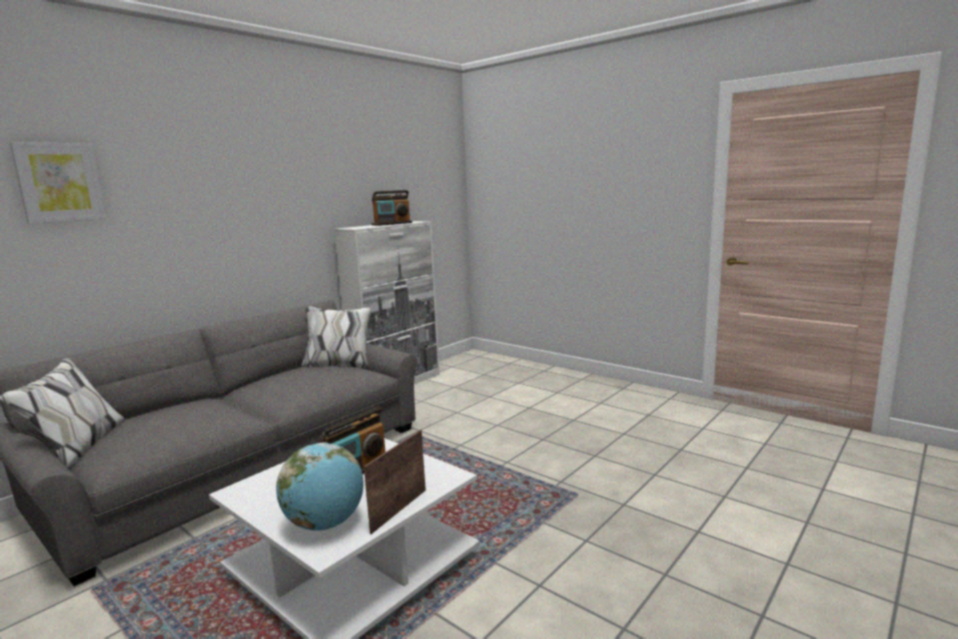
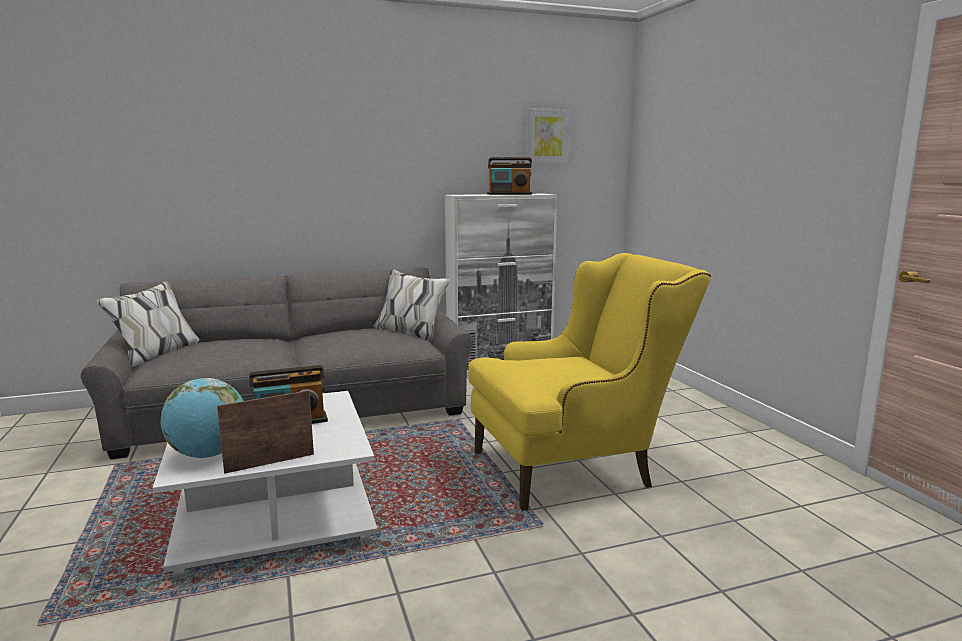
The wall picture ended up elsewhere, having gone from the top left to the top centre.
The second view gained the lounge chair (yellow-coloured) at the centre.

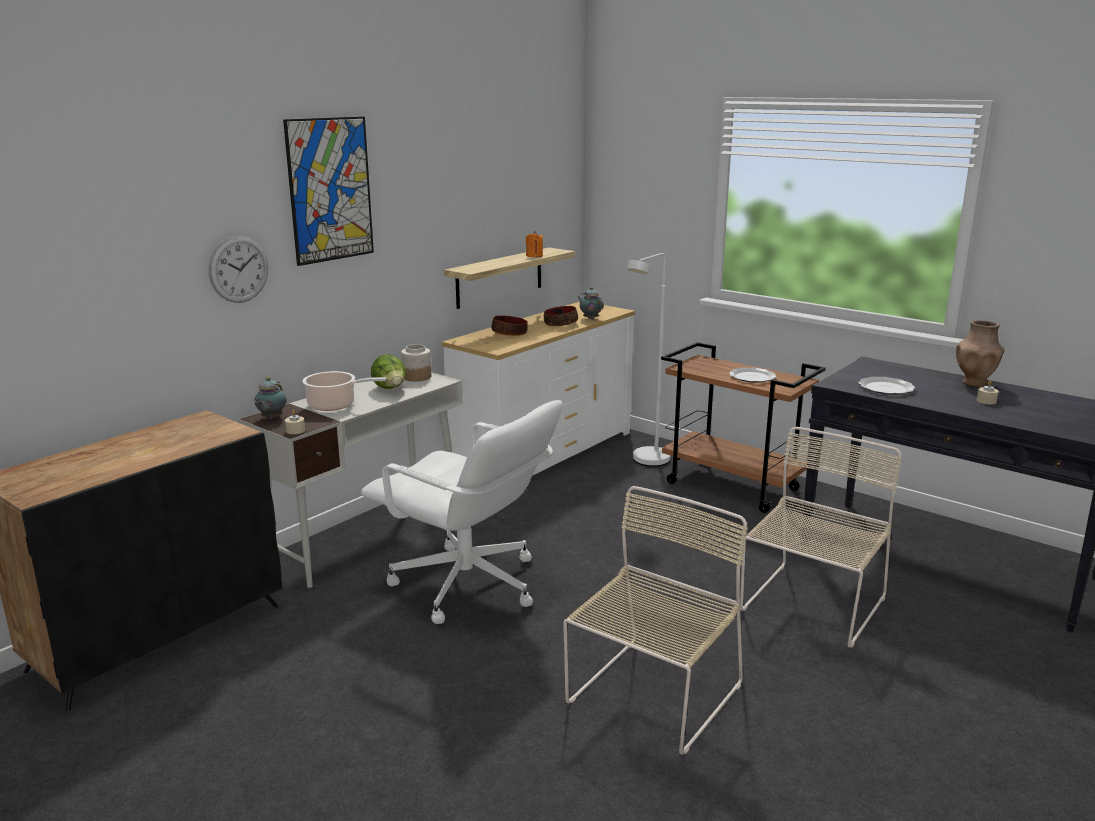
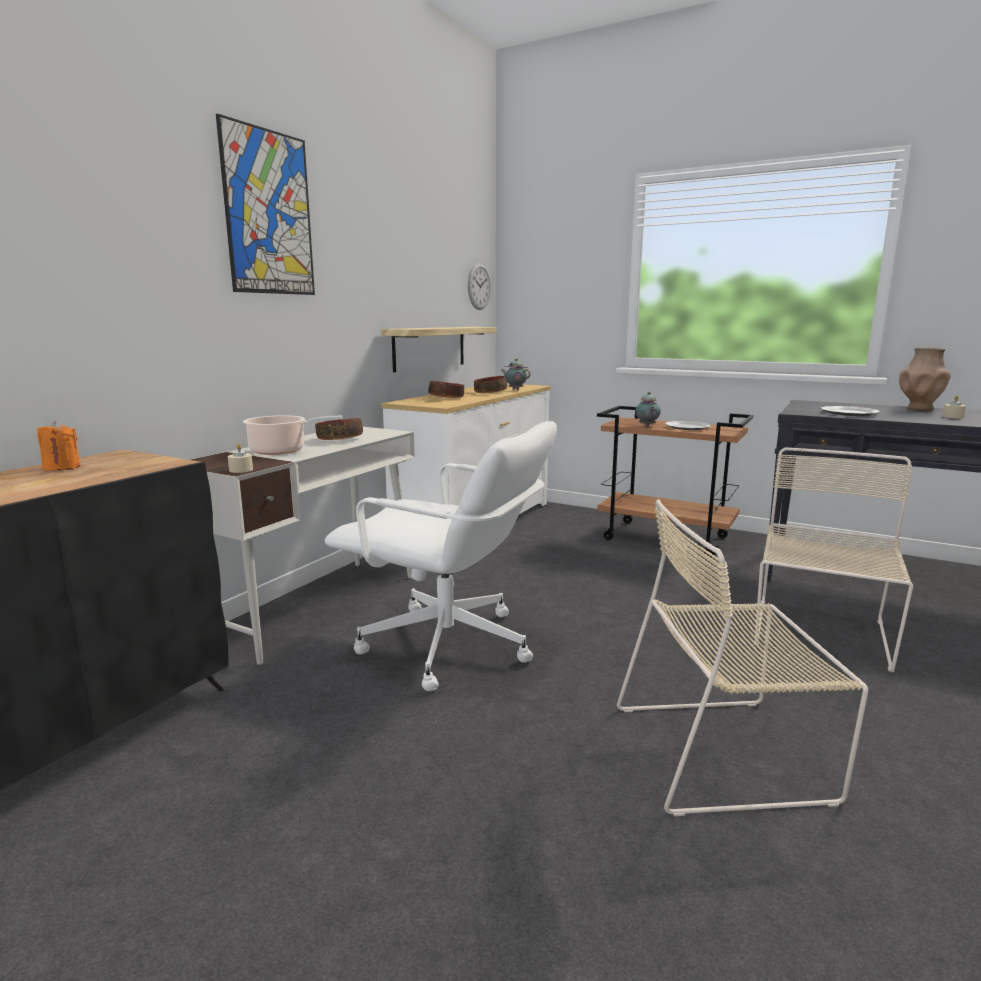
The wall clock ended up elsewhere, having gone from the top left to the top centre.
The teapot (1st from left in the first image) ended up elsewhere, having gone from the middle left to the centre.
Where the lettuce stood at the centre, the deep dish (1st from left) came to stand at the centre.
The second view lost the jar at the centre.
The wax candle (orangey) ended up elsewhere, having gone from the top centre to the middle left.
The plain chair (beige) (1st from left) at the bottom centre ended up facing another way, 120 degrees counterclockwise from before.
The second view lost the standard lamp (white) at the centre.

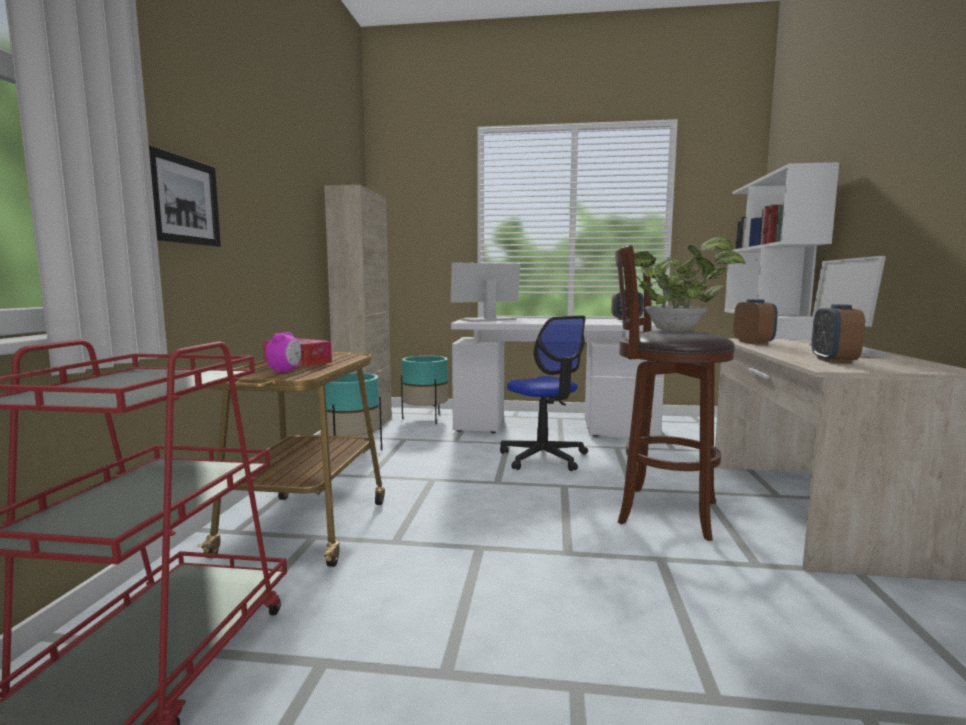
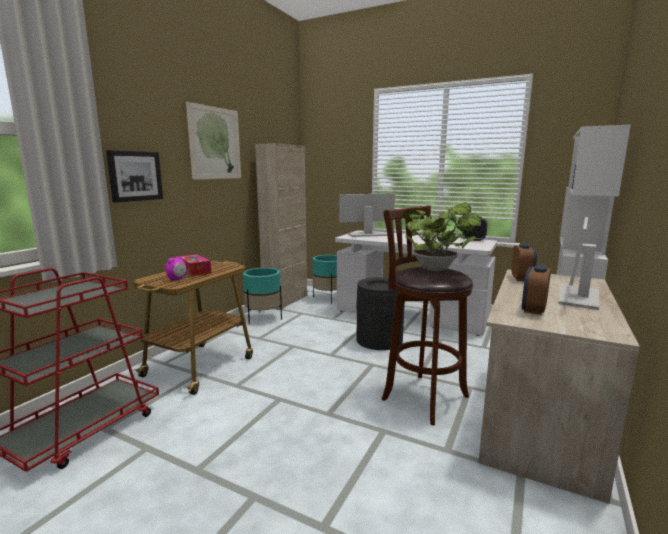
Where the desk chair stood at the centre, the rubbish bin (black) came to stand at the centre.
The second view gained the wall picture (2nd from left) at the top left.

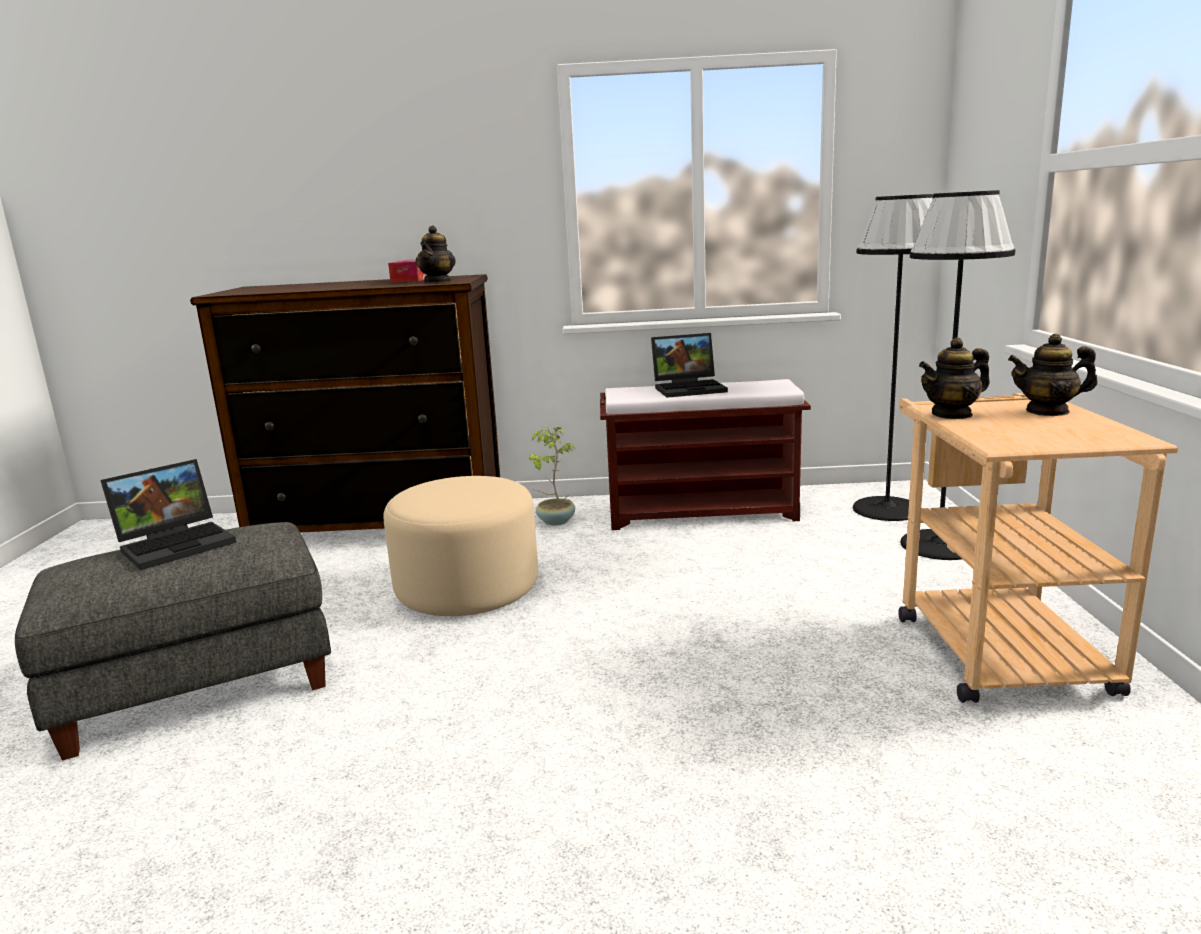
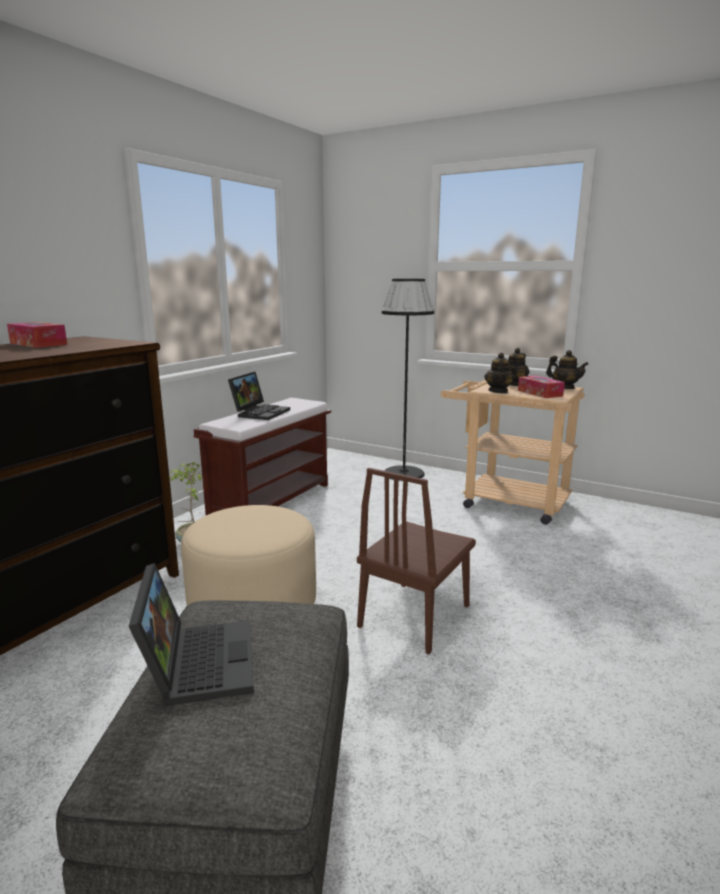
The teapot (1st from left in the first image) ended up elsewhere, having gone from the top centre to the middle right.
The second view lost the standard lamp (black) (1st from left) at the middle right.
The second view gained the plain chair (brownish) at the centre.
The second view gained the tissue holder (2nd from left) at the middle right.

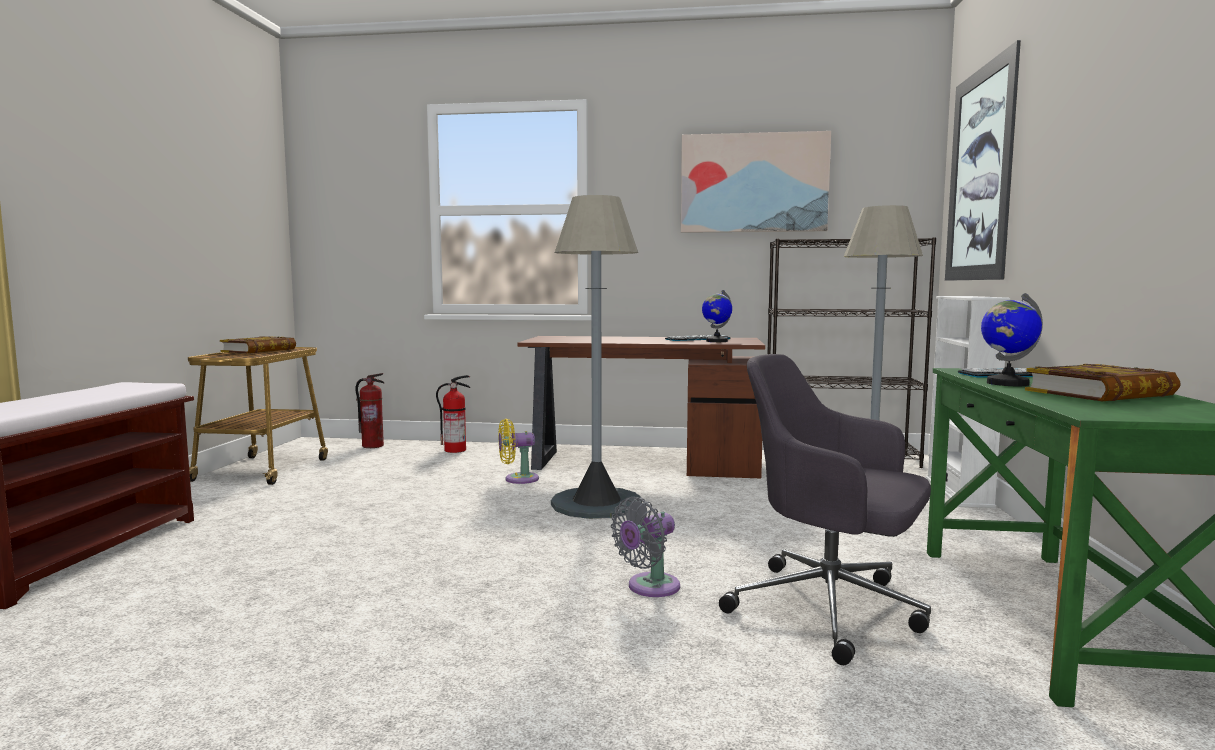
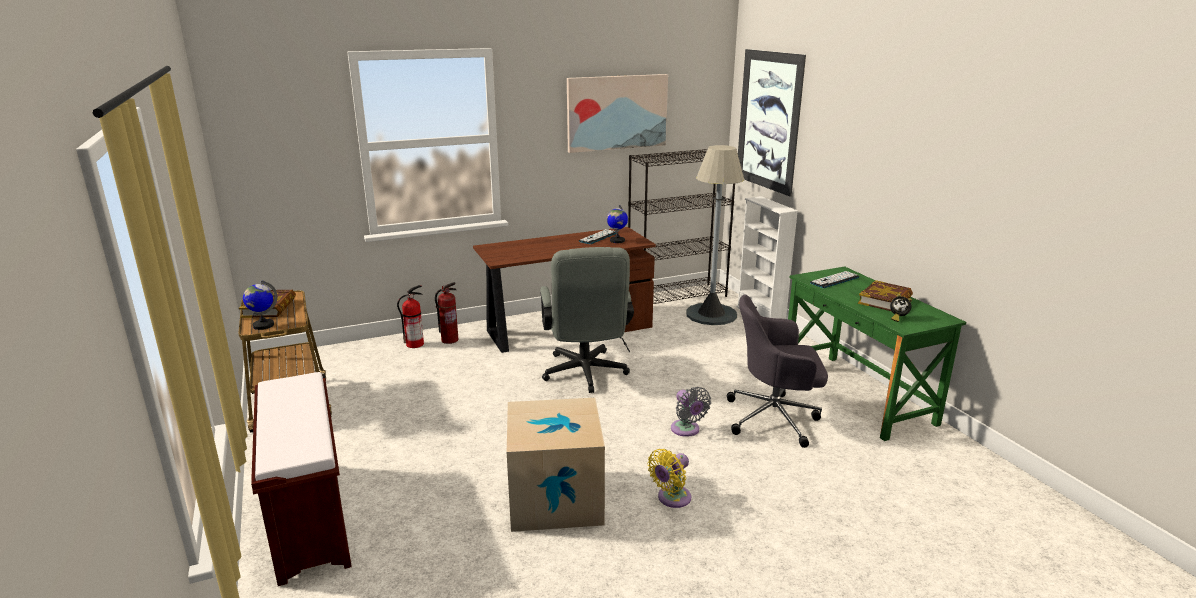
The fire-fighting cylinder (1st from left in the first image) ended up elsewhere, having gone from the middle left to the centre.
The cooling fan (yellow-coloured) ended up elsewhere, having gone from the centre to the bottom centre.
Where the standard lamp (greyish) (1st from left) stood at the centre, the desk chair (greyish) (1st from left) came to stand at the centre.
The cooling fan (greyish) at the bottom centre ended up facing another way, 45 degrees counterclockwise from before.
The world globe (2nd from left in the first image) ended up elsewhere, having gone from the middle right to the middle left.
The second view gained the carton at the bottom centre.
The second view gained the alarm clock at the middle right.

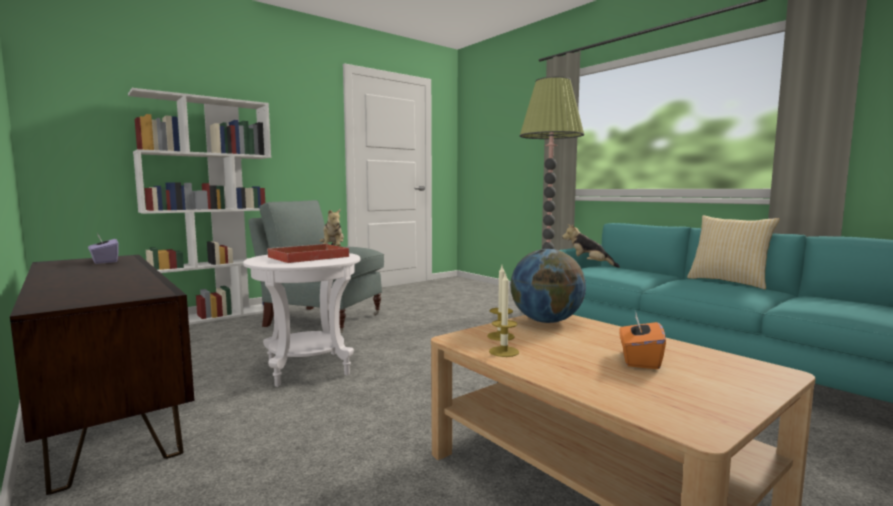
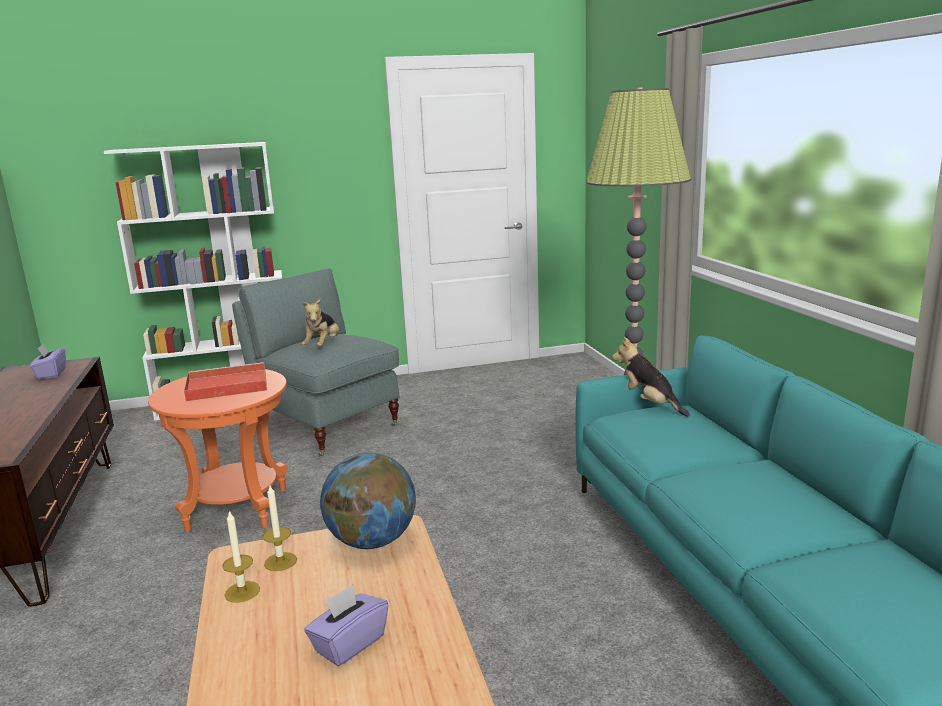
What was the end table (white) at the centre turned into the end table (orangey) at the middle left.
What was the tissue holder (orangey) at the bottom right turned into the tissue holder (purple) (2nd from left) at the bottom centre.
The second view lost the pillow at the middle right.

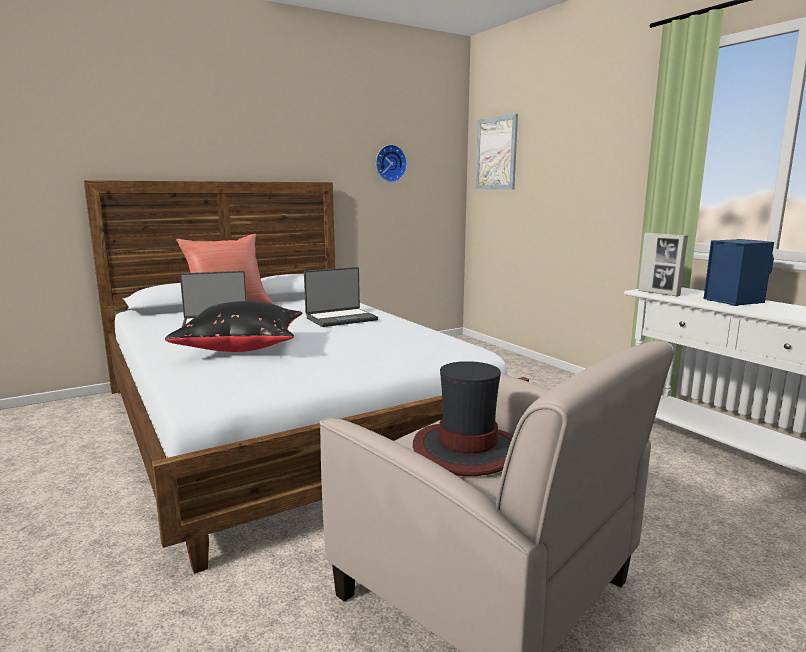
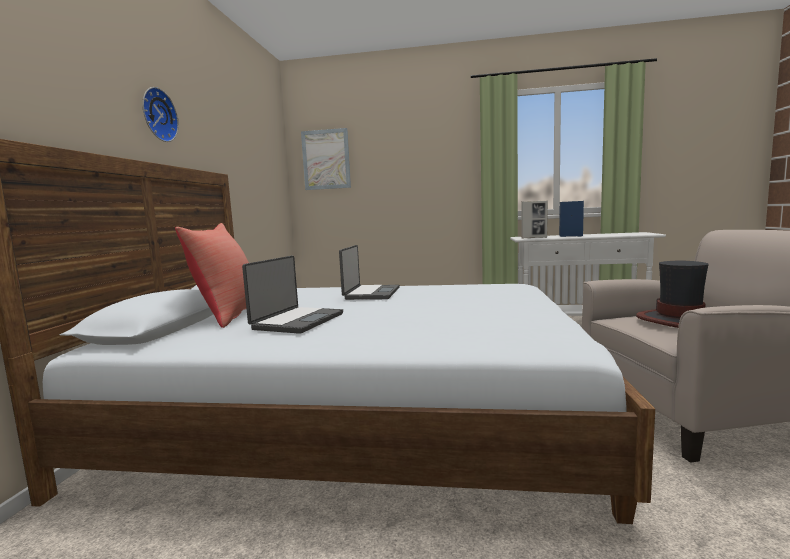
The second view lost the pillow (black) at the middle left.
The wall clock ended up elsewhere, having gone from the top centre to the top left.

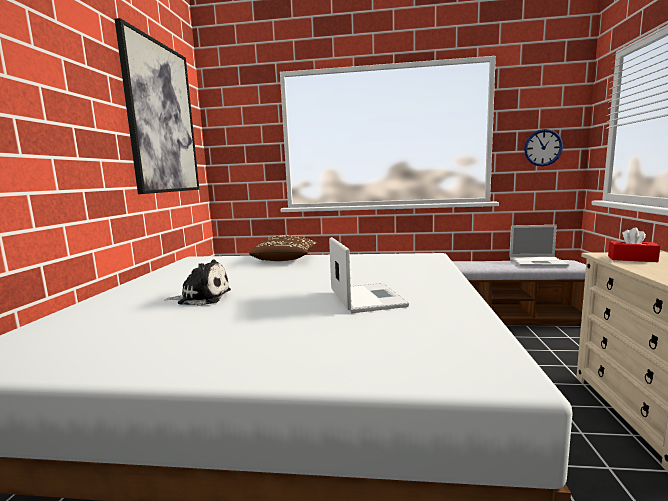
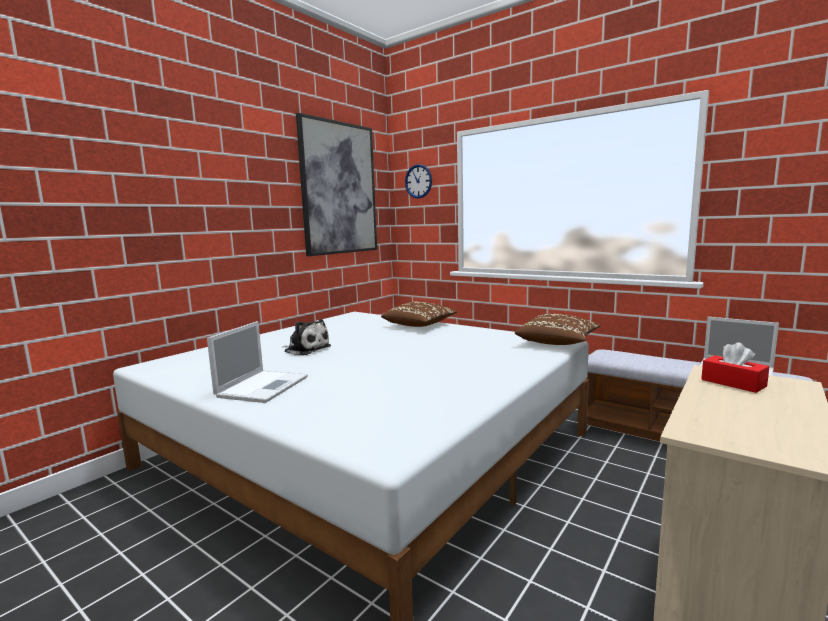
The portable computer (1st from left) ended up elsewhere, having gone from the centre to the middle left.
The wall clock ended up elsewhere, having gone from the top right to the top centre.
The second view gained the pillow (brownish) (2nd from left) at the middle right.

